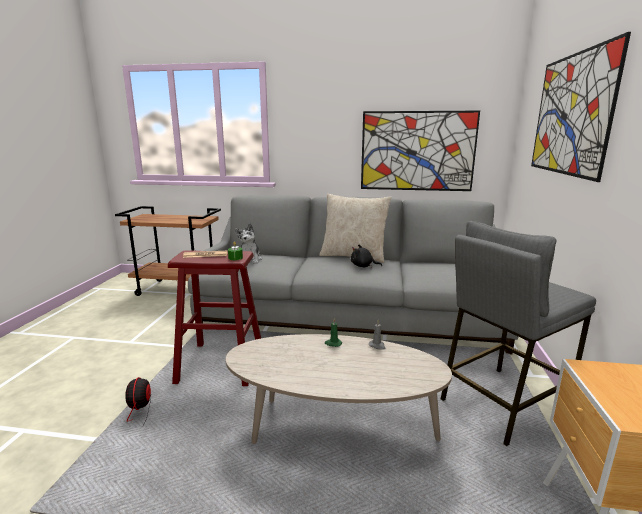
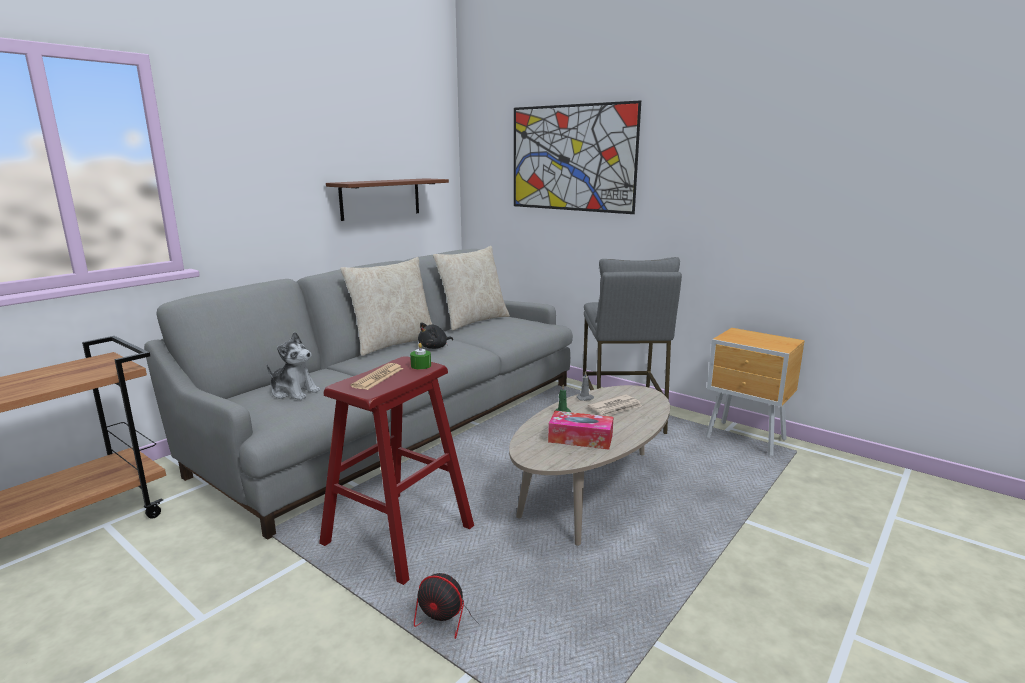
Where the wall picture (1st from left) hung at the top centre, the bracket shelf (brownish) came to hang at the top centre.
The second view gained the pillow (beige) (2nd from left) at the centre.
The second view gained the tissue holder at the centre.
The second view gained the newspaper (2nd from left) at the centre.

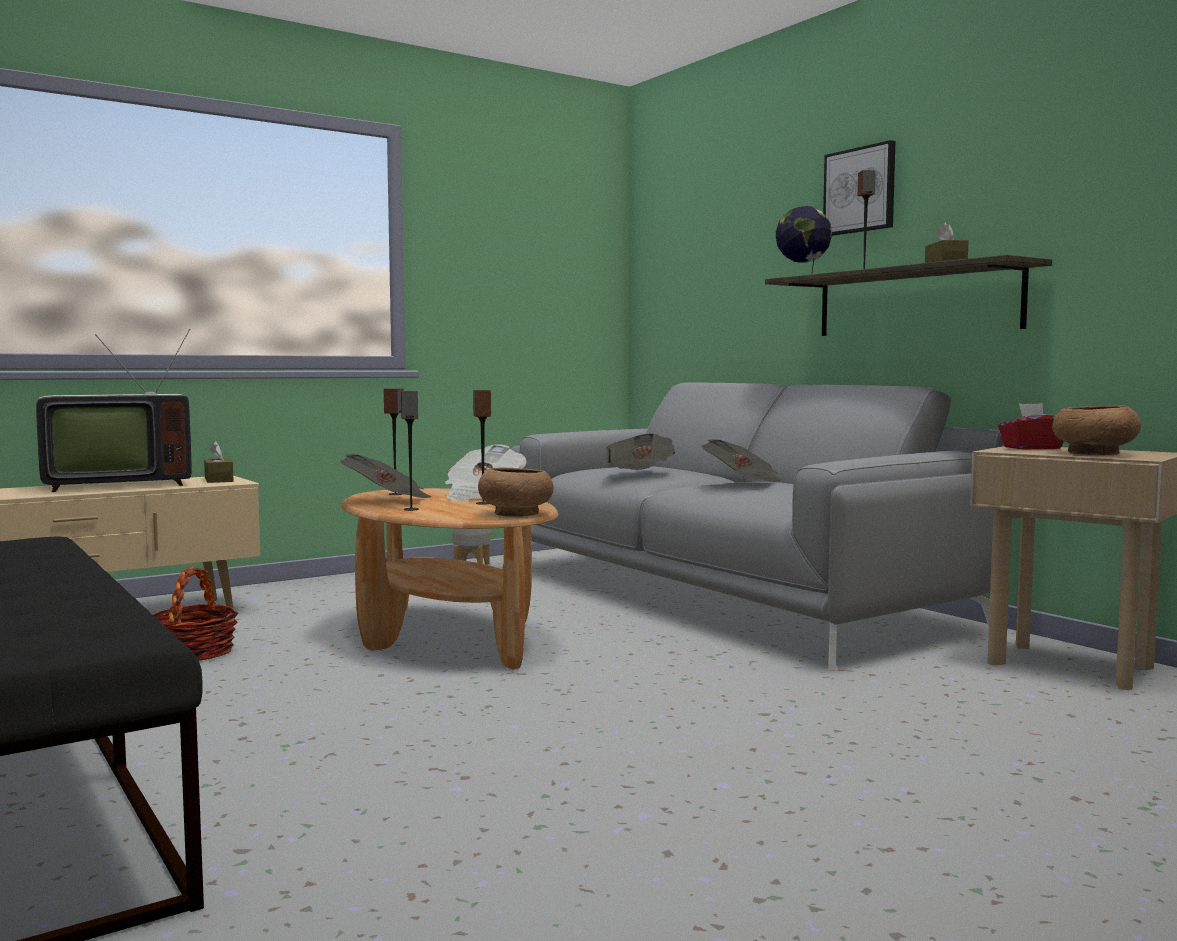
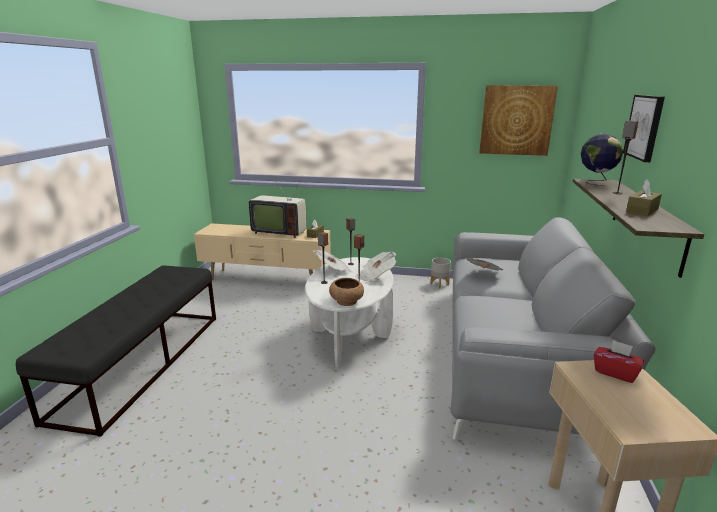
The second view lost the household basket at the middle left.
What was the lounge table (brownish) at the centre turned into the lounge table (white) at the centre.
The second view lost the newspaper (4th from left) at the centre.
The second view lost the deep dish (brownish) (2nd from left) at the middle right.
The second view gained the wall picture (1st from left) at the top right.

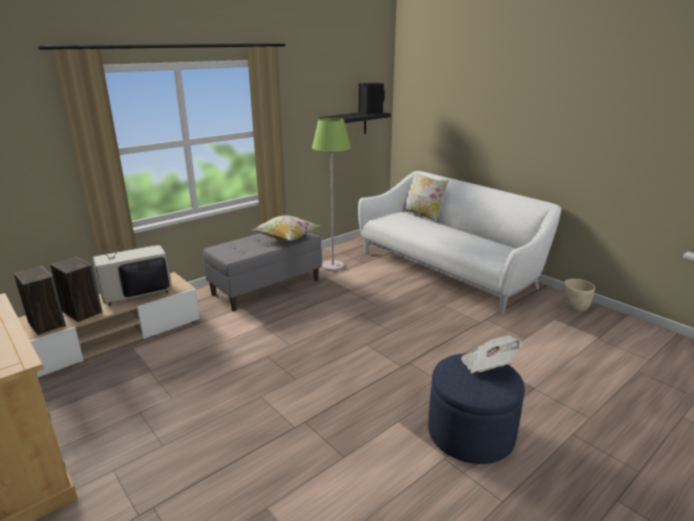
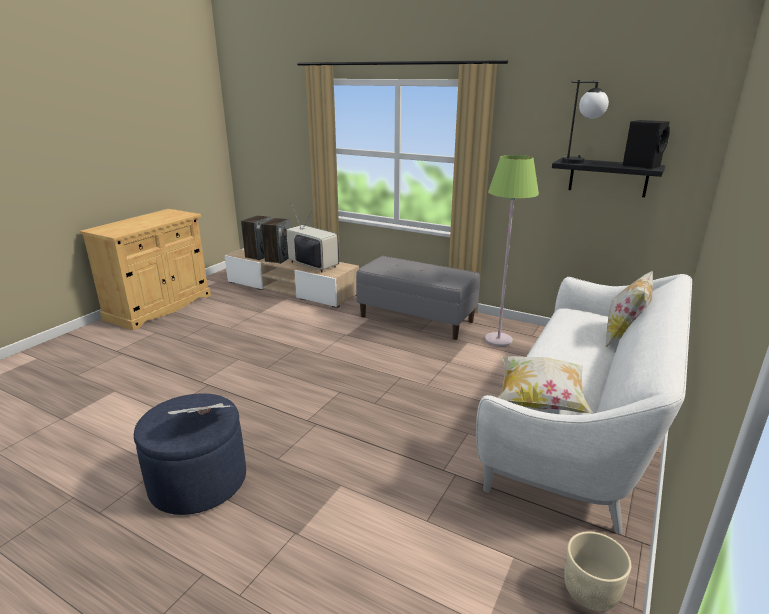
The pillow (1st from left) ended up elsewhere, having gone from the centre to the middle right.
The second view gained the table lamp at the top right.

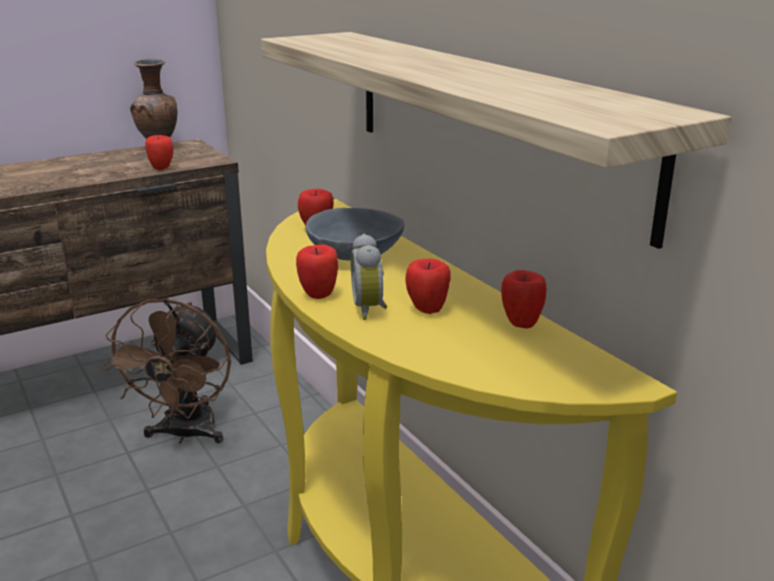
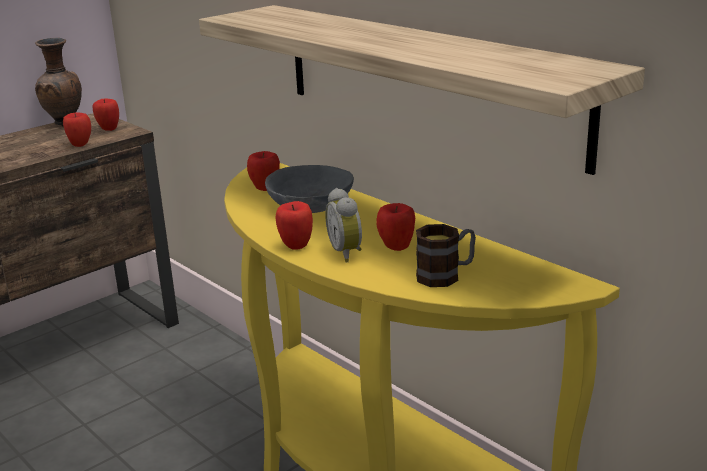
The second view lost the cooling fan (brownish) at the middle left.
The whole apple (5th from left in the first image) ended up elsewhere, having gone from the middle right to the top left.
The second view gained the coffee mug at the centre.

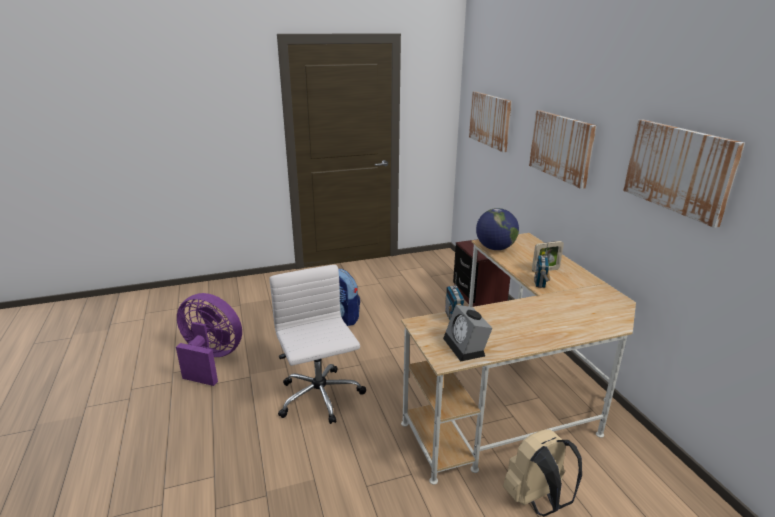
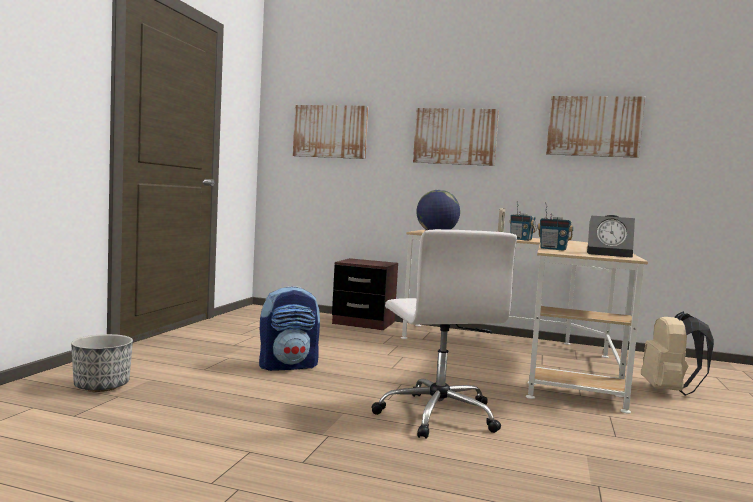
The second view lost the cooling fan (purple) at the middle left.
The desk chair (white) at the centre ended up facing another way, 120 degrees counterclockwise from before.
The second view gained the plant pot at the bottom left.

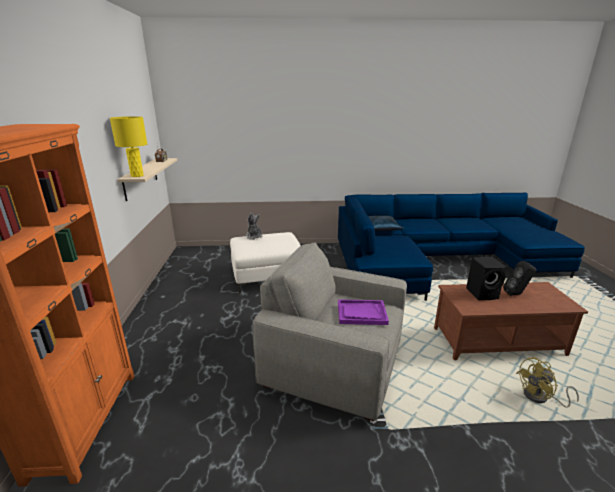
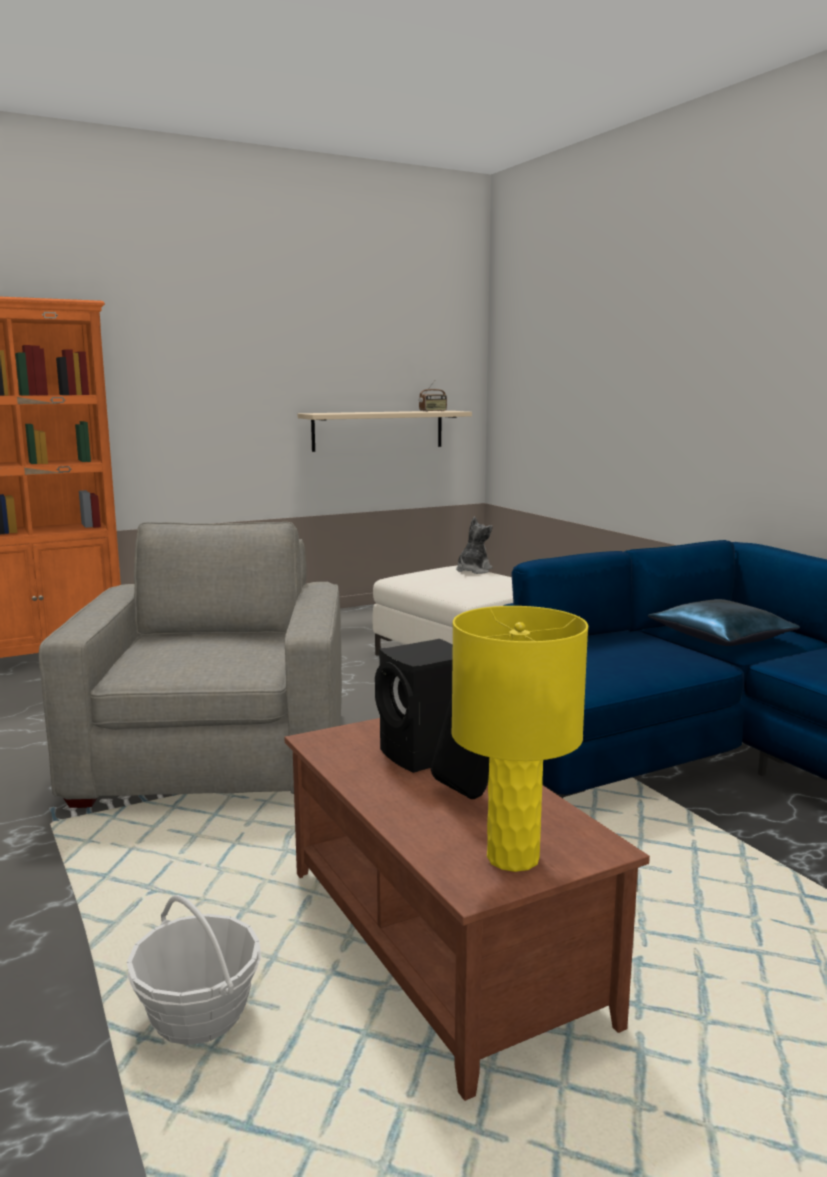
The table lamp (yellow-coloured) ended up elsewhere, having gone from the top left to the centre.
The second view lost the serving tray (purple) at the centre.
Where the cooling fan (yellow-coloured) stood at the bottom right, the household basket came to stand at the bottom left.

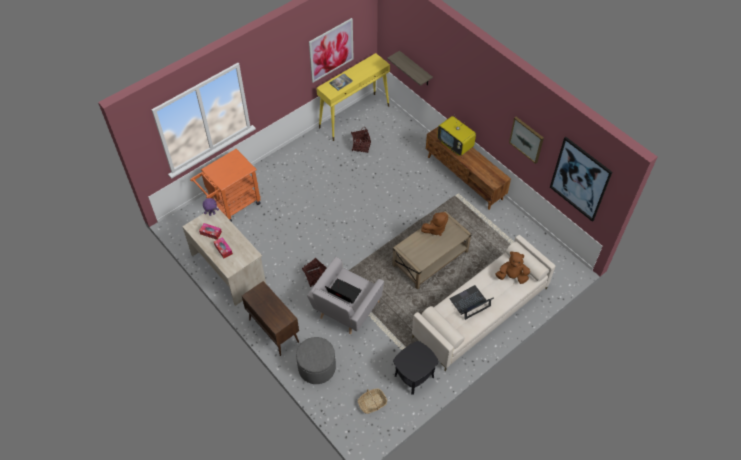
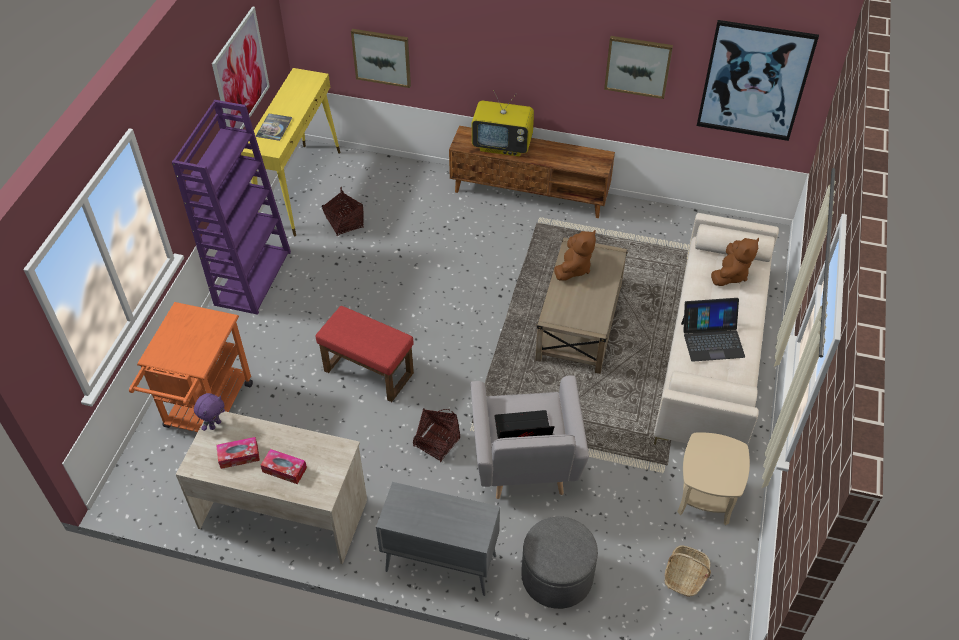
What was the cupboard (brownish) at the bottom centre turned into the cupboard (greyish) at the bottom centre.
Where the bracket shelf hung at the top centre, the wall picture (2nd from left) came to hang at the top centre.
What was the end table (black) at the bottom centre turned into the end table (beige) at the bottom right.
The portable computer (2nd from left) at the centre ended up facing another way, 120 degrees counterclockwise from before.
The plush toy (brownish) (2nd from left) at the middle right ended up facing another way, 150 degrees clockwise from before.
The second view gained the bookcase (purple) at the top left.
The second view gained the pouffe (red-coloured) at the centre.

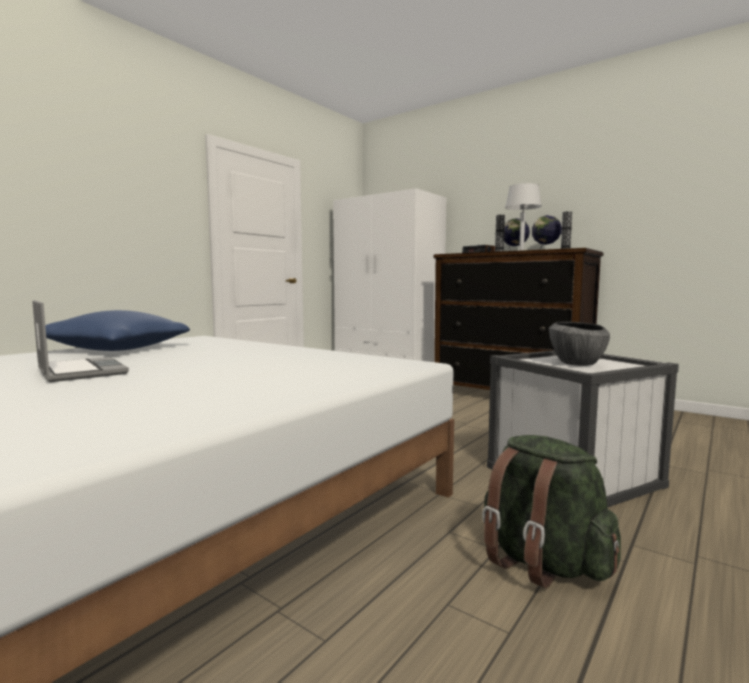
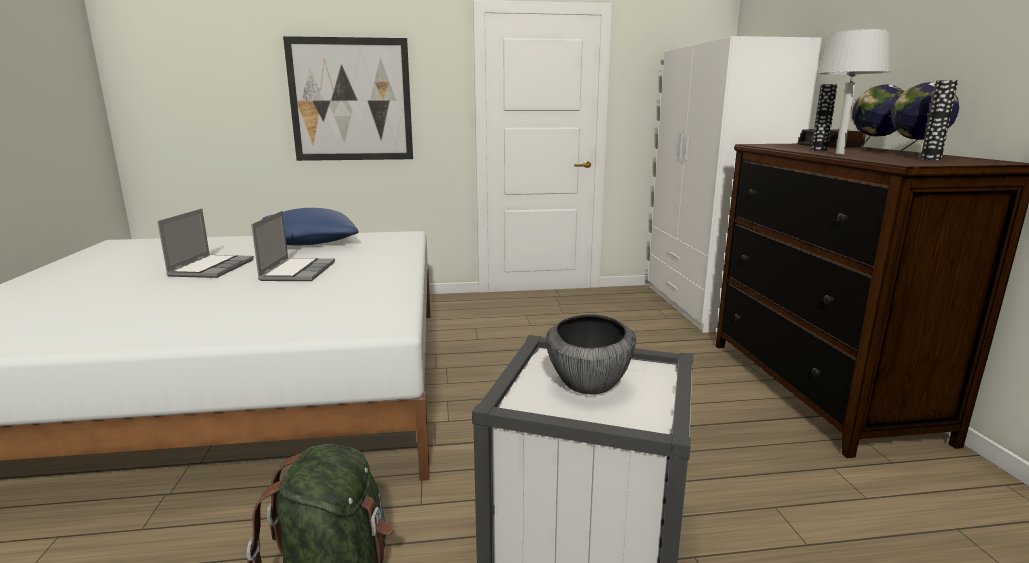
The second view gained the portable computer (2nd from left) at the middle left.
The second view gained the wall picture at the top centre.

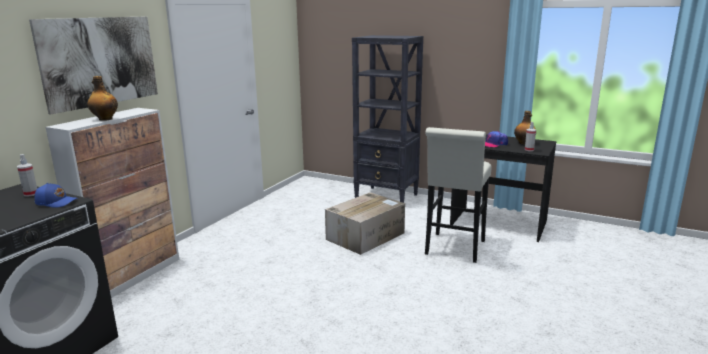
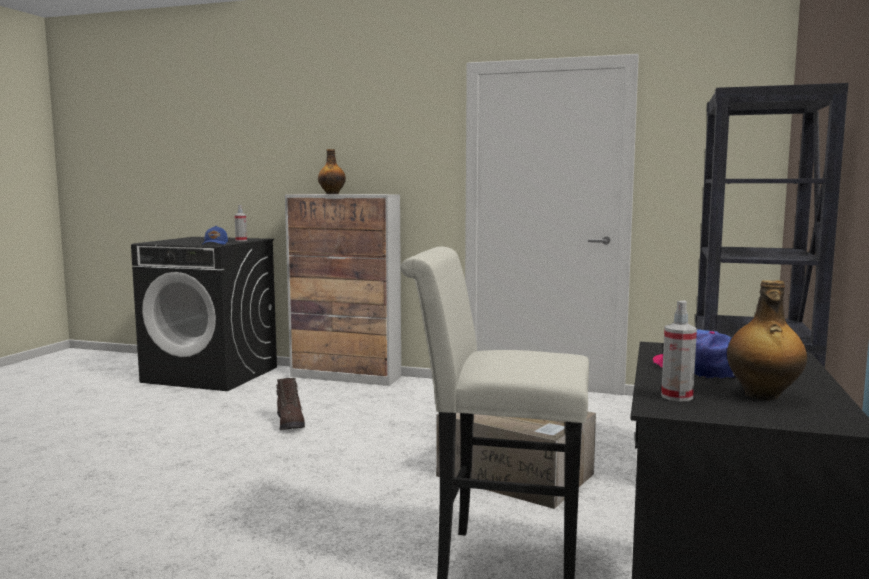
The second view lost the wall picture at the top left.
The second view gained the boot (brownish) at the bottom centre.

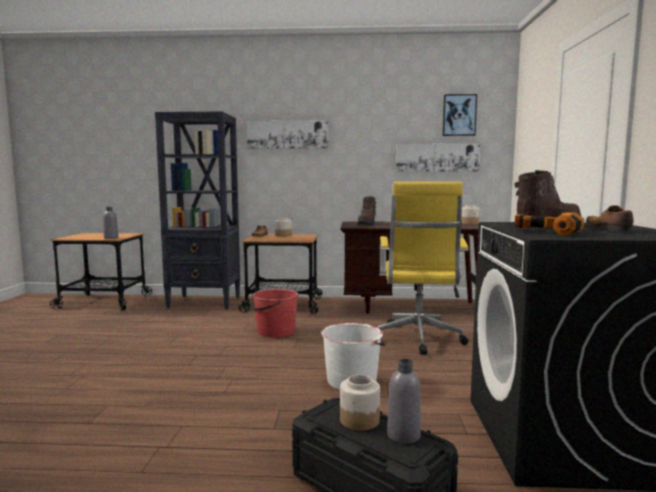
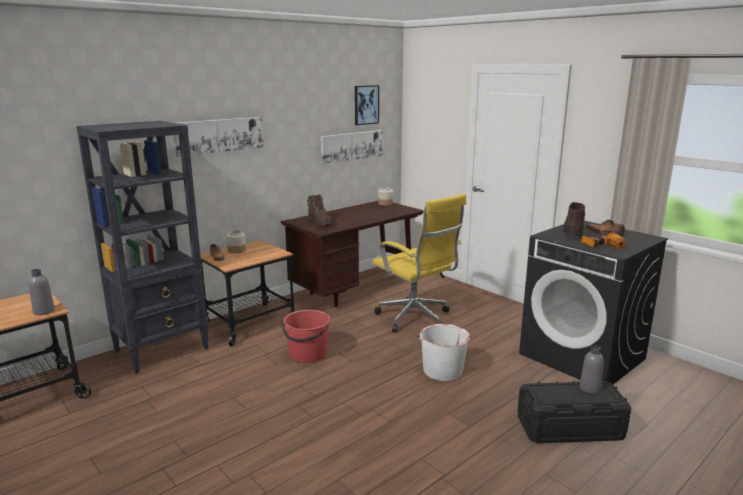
The second view lost the jar (2nd from left) at the bottom centre.

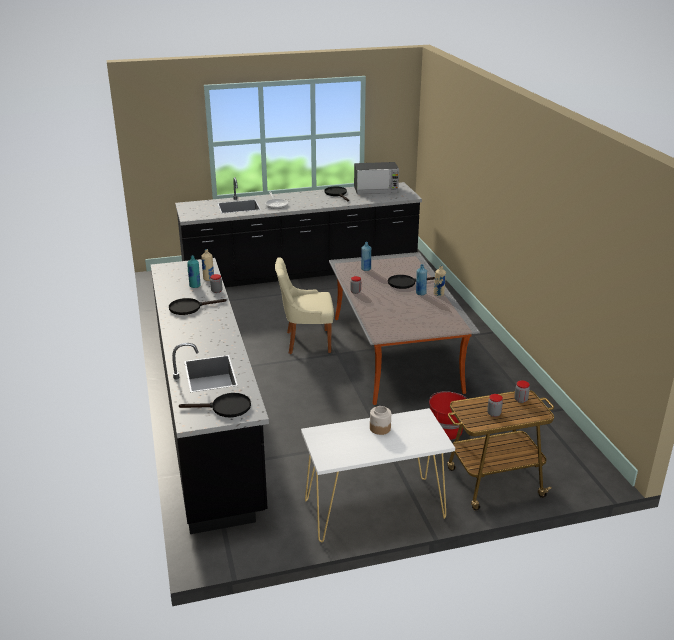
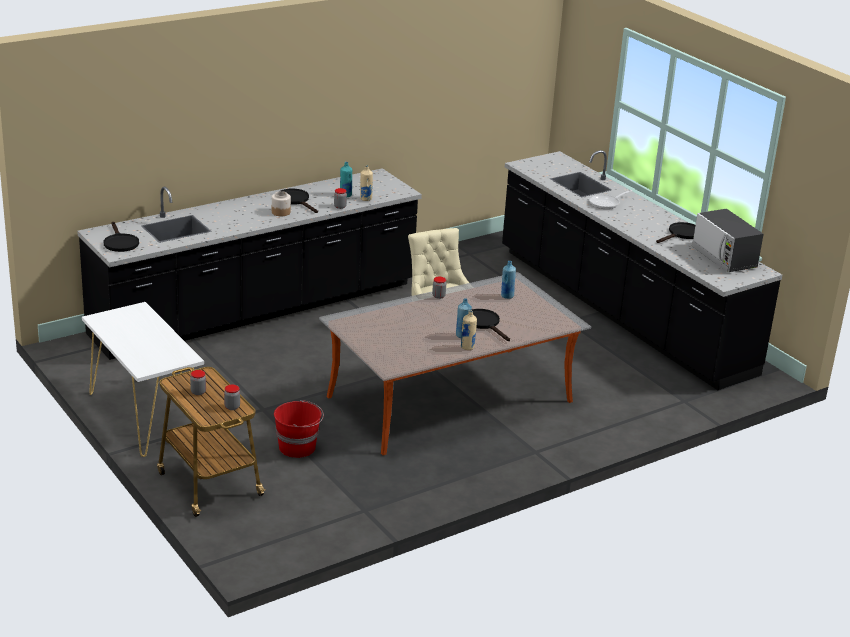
The jar (3rd from left) ended up elsewhere, having gone from the centre to the top left.

